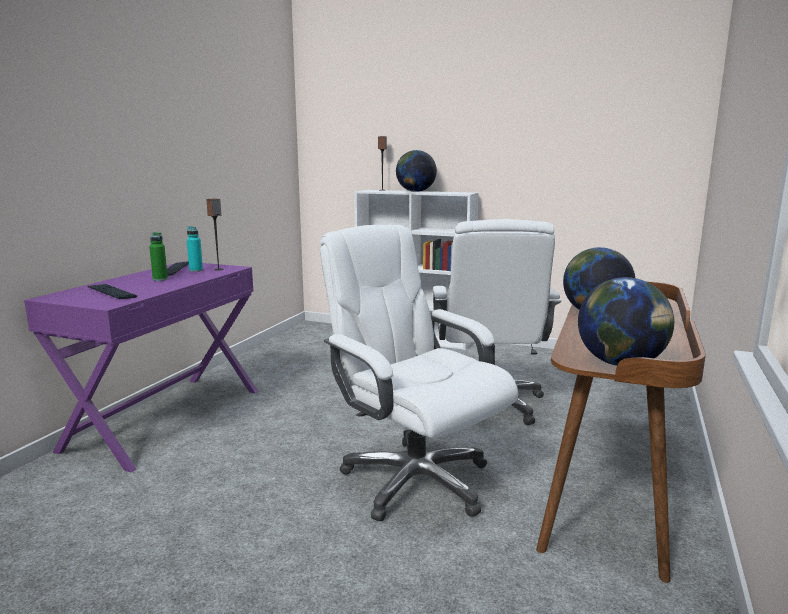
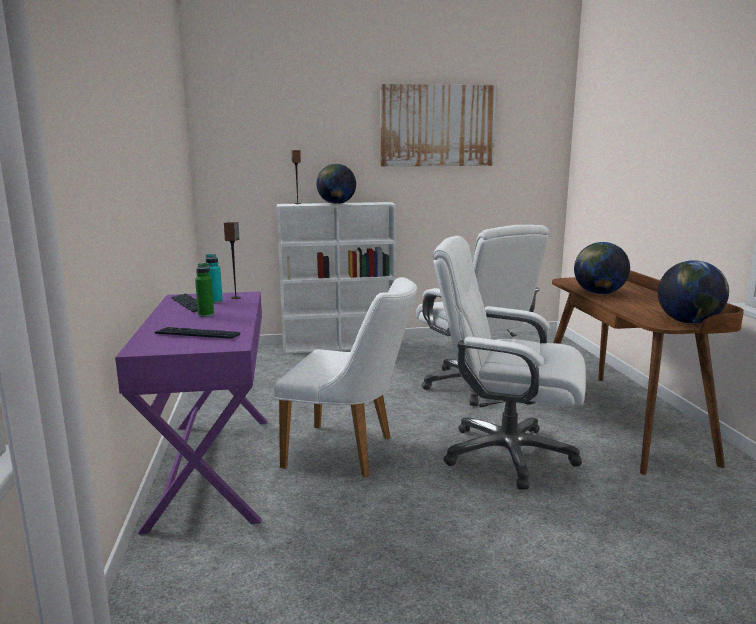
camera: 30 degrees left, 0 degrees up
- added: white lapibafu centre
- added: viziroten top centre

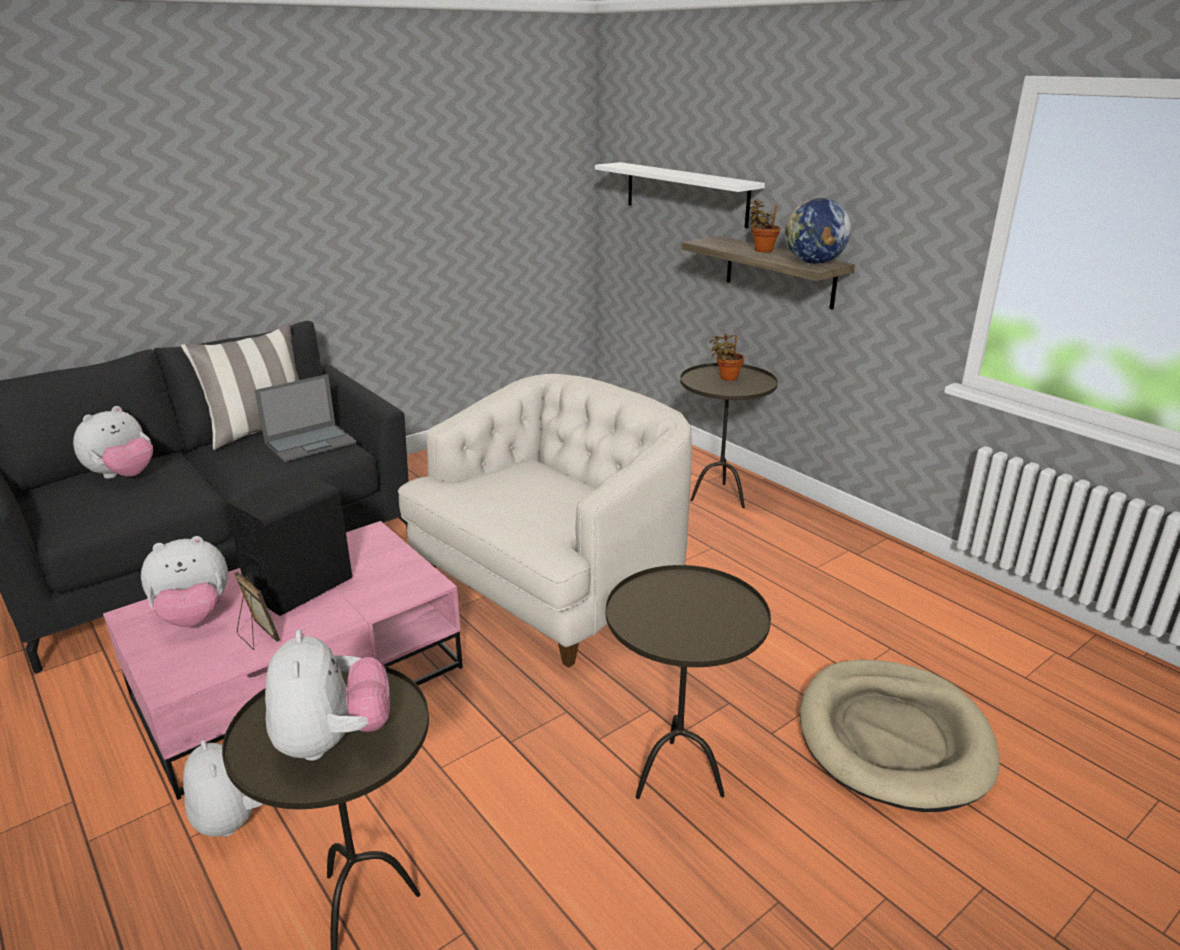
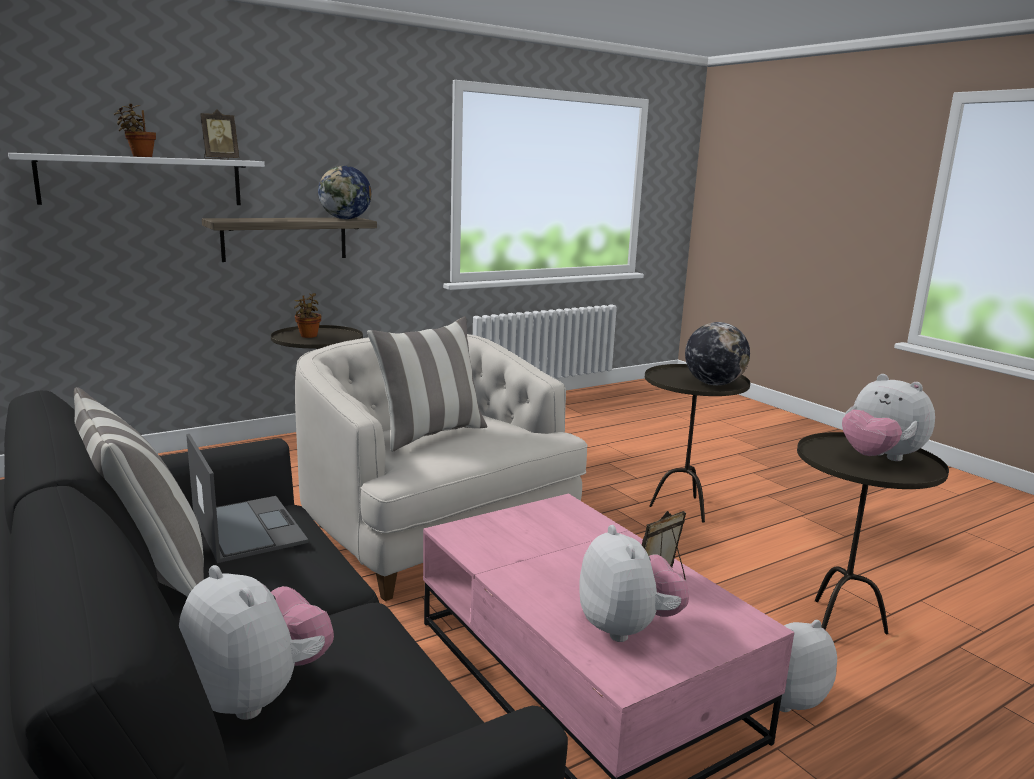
camera: 85 degrees left, 10 degrees down
- removed: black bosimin middle left
- removed: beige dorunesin bottom right
- added: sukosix (1st from left) top left
- added: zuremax (2nd from left) centre
- added: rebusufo (2nd from left) middle right
- moved: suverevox (2nd from left in the first image) top centre to suverevox (1st from left) top left
- turned: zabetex (4th from left) bottom left = middle right 120 degrees counterclockwise

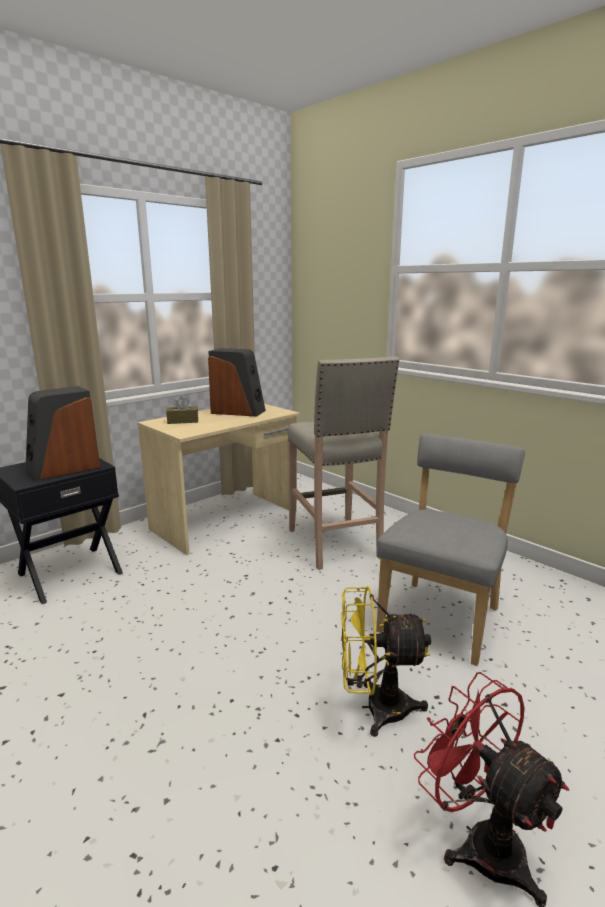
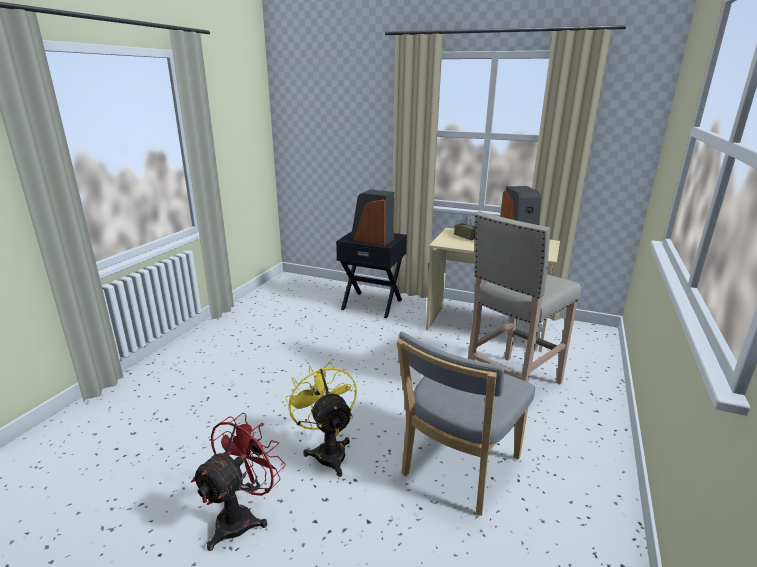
camera: 65 degrees right, 5 degrees up
- turned: grey lapibafu middle right = bottom centre 120 degrees clockwise

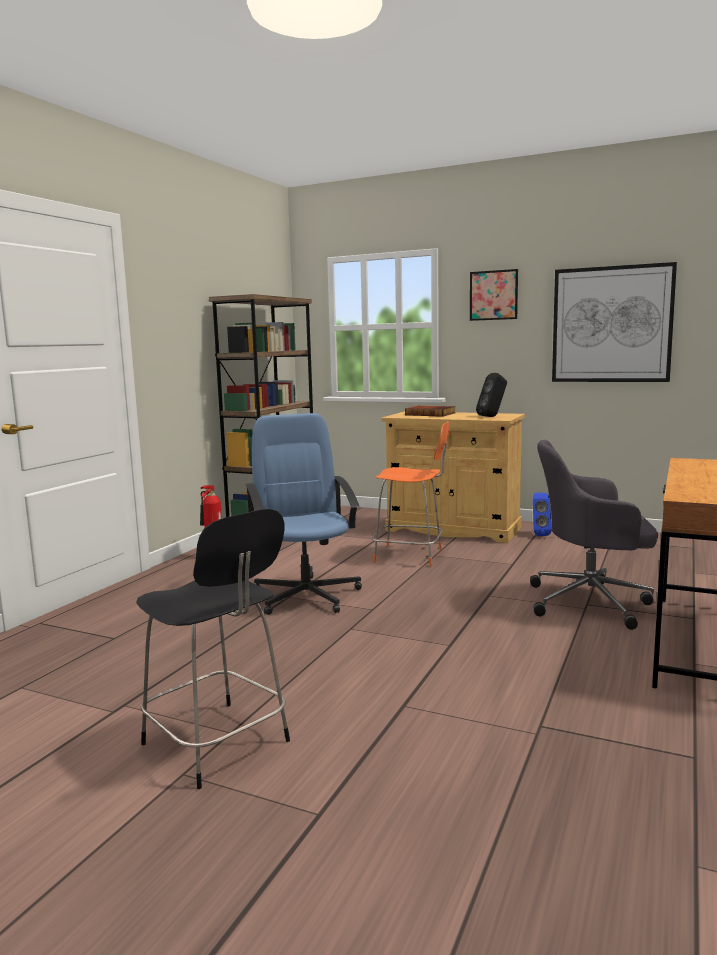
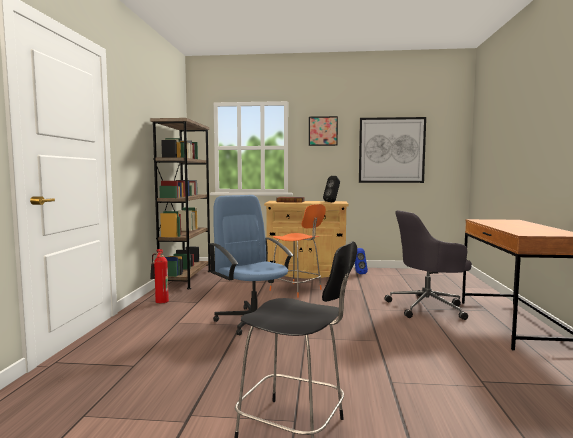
camera: 20 degrees left, 5 degrees down
- turned: orange lapibafu centre = centre 45 degrees clockwise

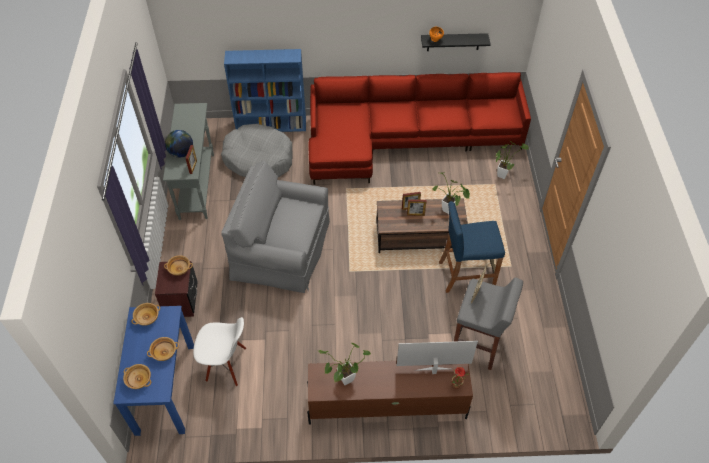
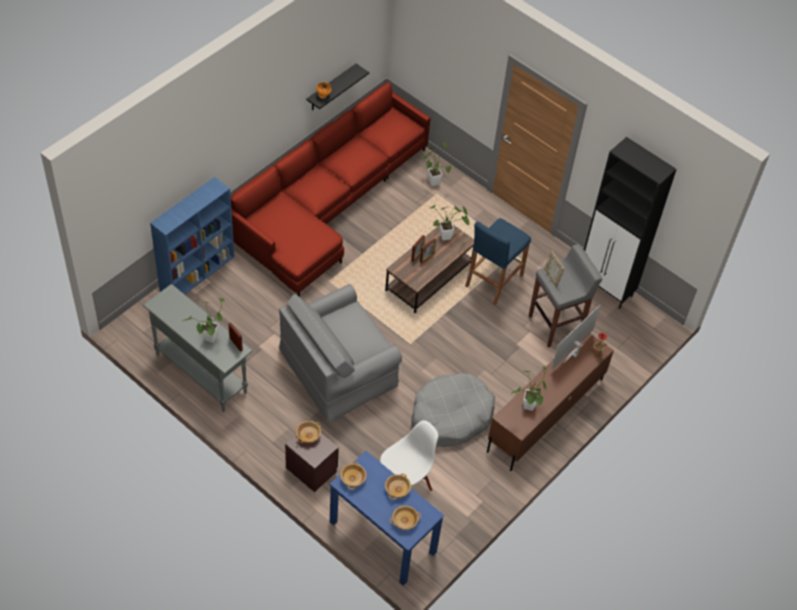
camera: 50 degrees left, 0 degrees up
- added: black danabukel middle right
- moved: grey dorunesin top centre to bottom centre
- replaced: rebusufo top left to suverevox (1st from left) middle left

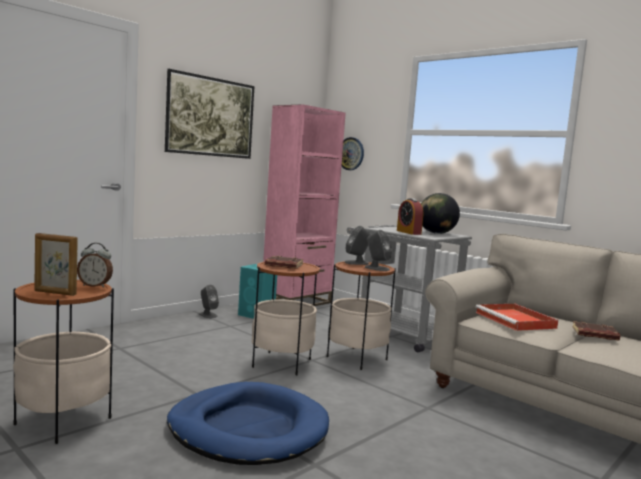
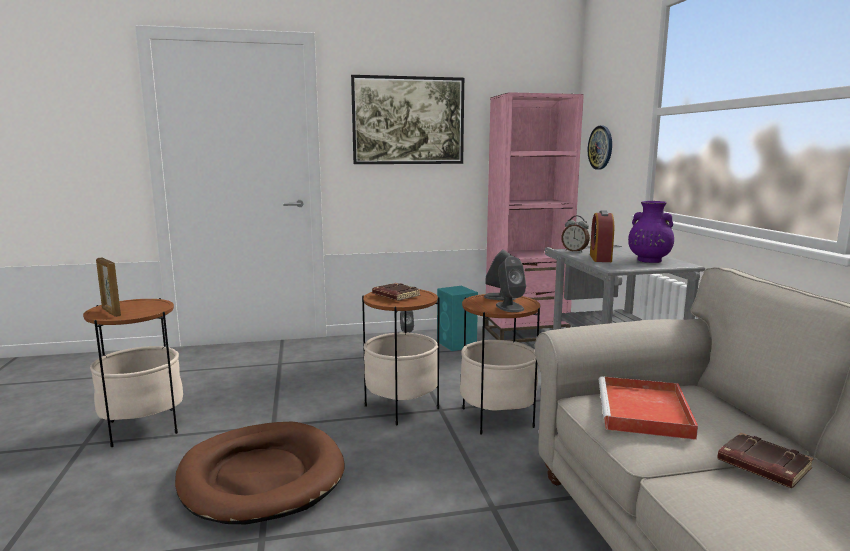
camera: 35 degrees right, 5 degrees up
- moved: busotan (1st from left) middle left to middle right
- replaced: rebusufo middle right to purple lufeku middle right
- recoloured: blue dorunesin bottom centre to brown dorunesin bottom left

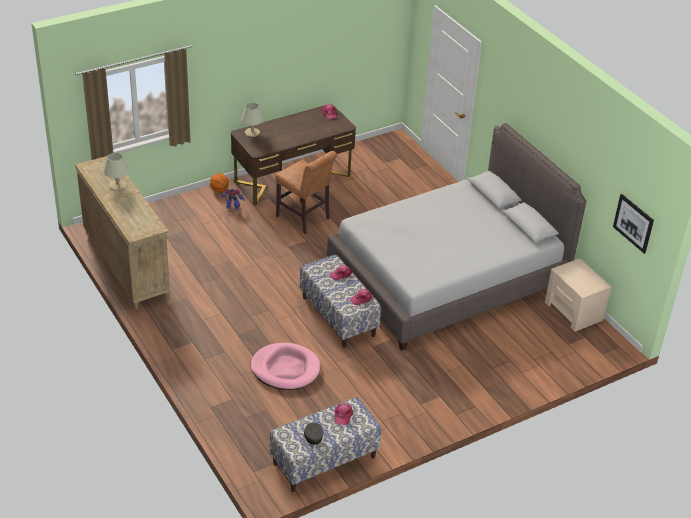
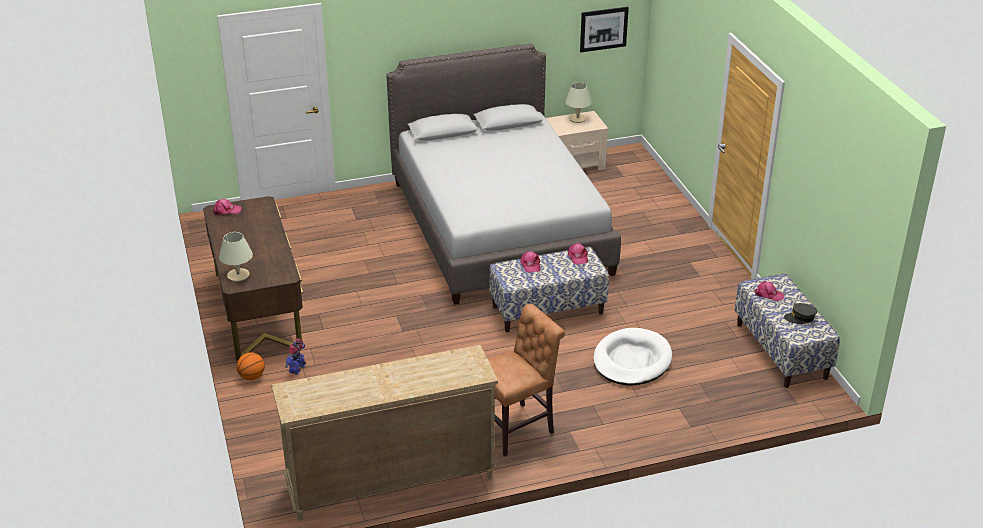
camera: 75 degrees left, 5 degrees down
- moved: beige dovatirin (1st from left in the first image) top left to beige dovatirin (2nd from left) top centre
- moved: brown lapibafu centre to bottom centre
- recoloured: pink dorunesin bottom centre to white dorunesin bottom centre

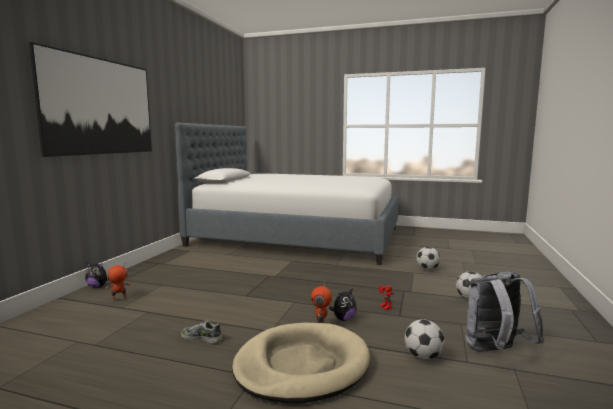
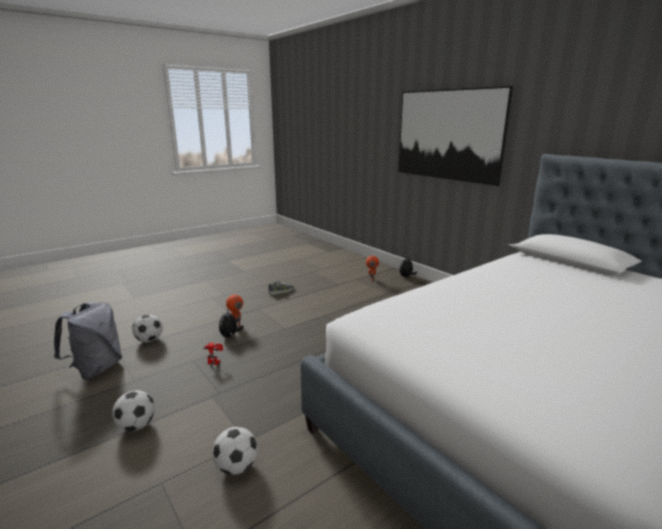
camera: 125 degrees right, 10 degrees up
- removed: beige dorunesin bottom centre

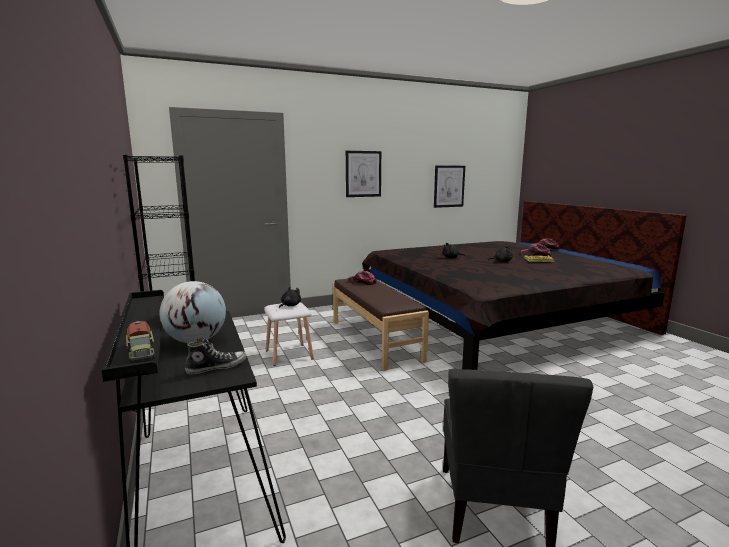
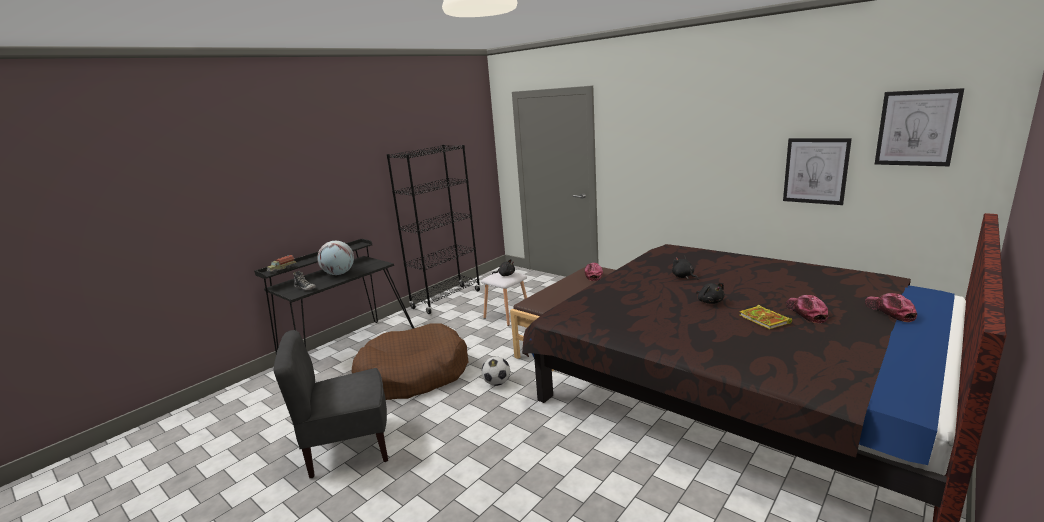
camera: 65 degrees right, 5 degrees up
- added: brown dorunesin bottom centre
- added: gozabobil bottom centre
- moved: viziroten (1st from left in the first image) top centre to viziroten (2nd from left) top right

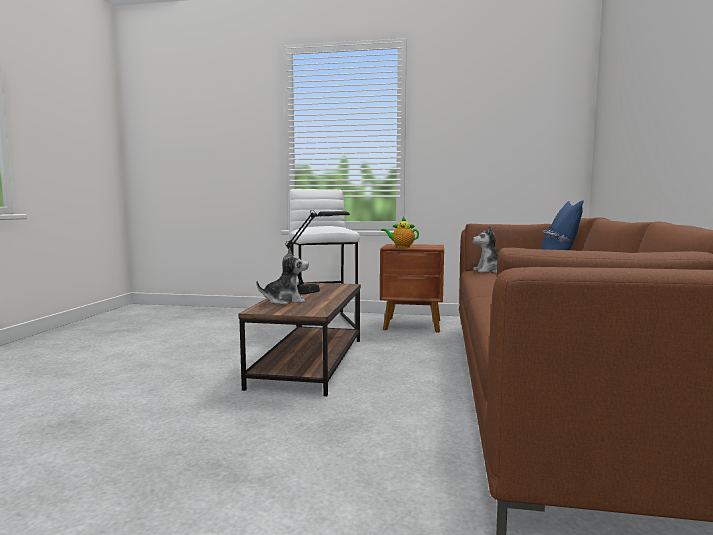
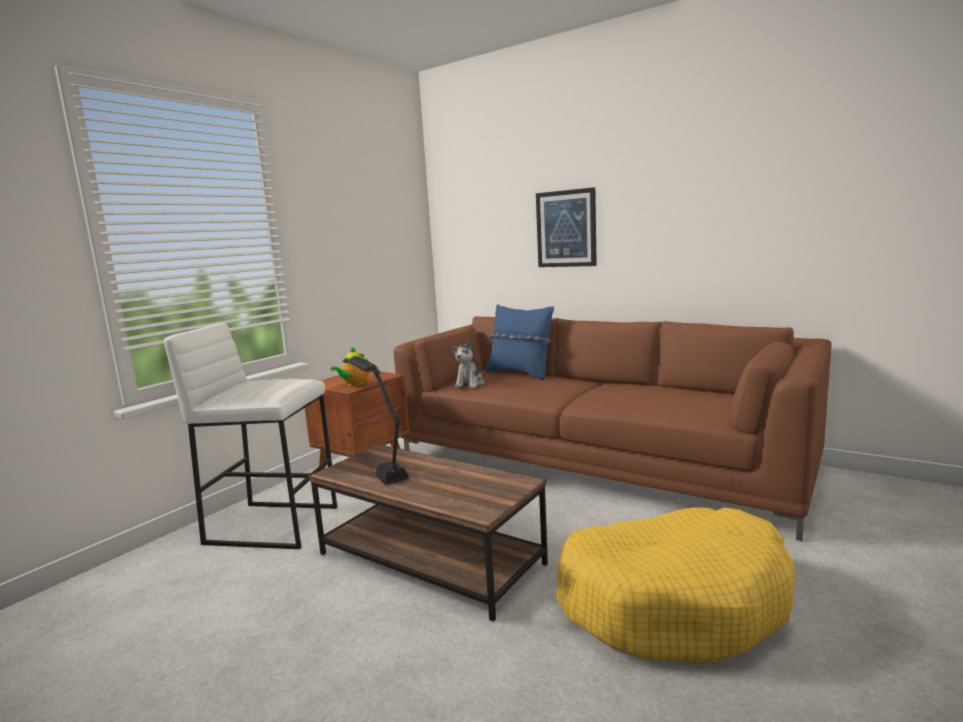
camera: 65 degrees left, 5 degrees up
- removed: zabetex (1st from left) centre
- added: viziroten top centre
- added: yellow dorunesin bottom right

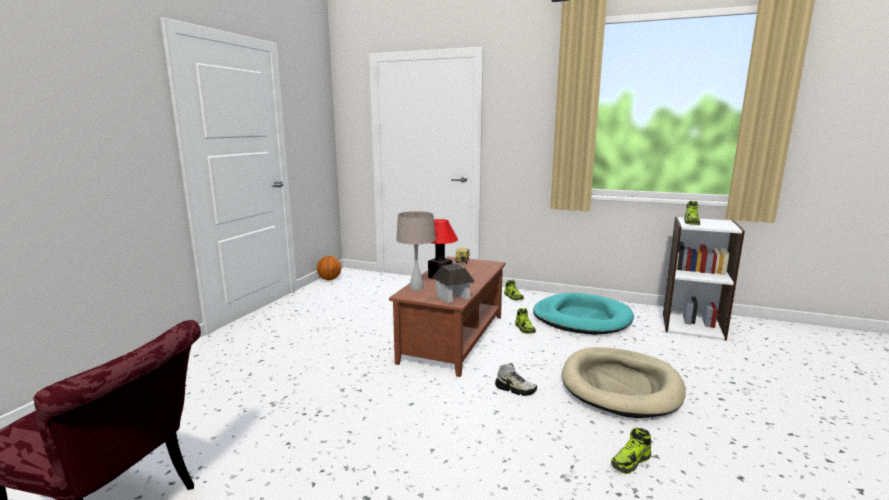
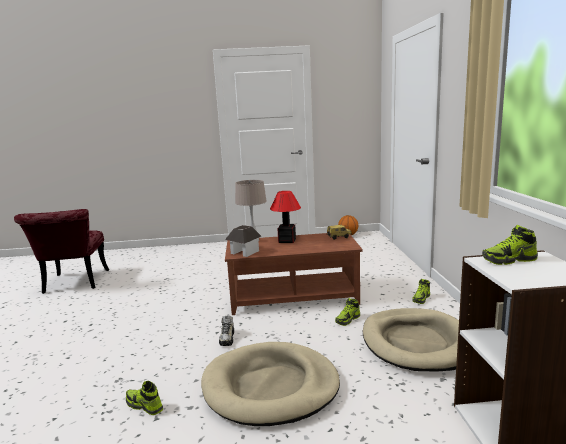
camera: 65 degrees right, 0 degrees up
- recoloured: turquoise dorunesin centre to beige dorunesin (2nd from left) bottom right

